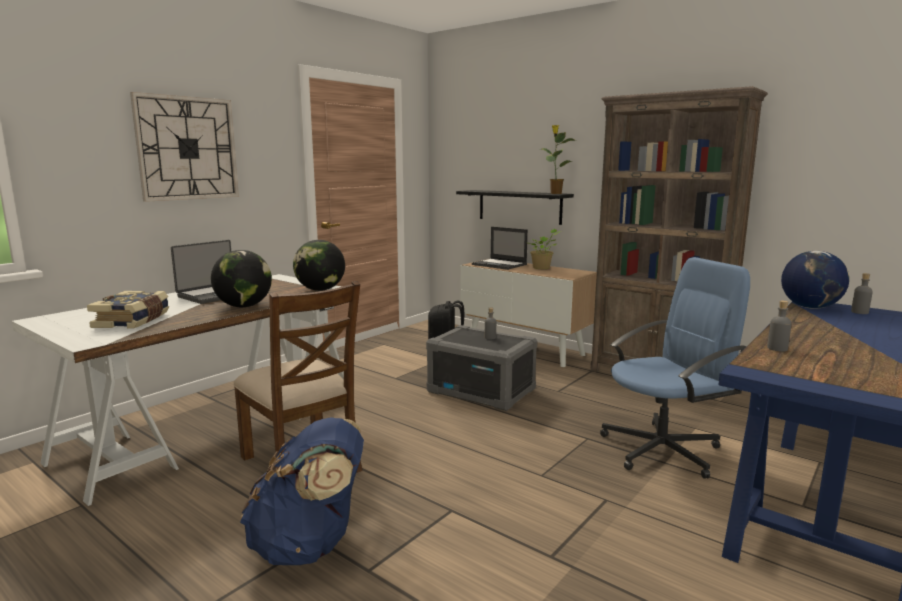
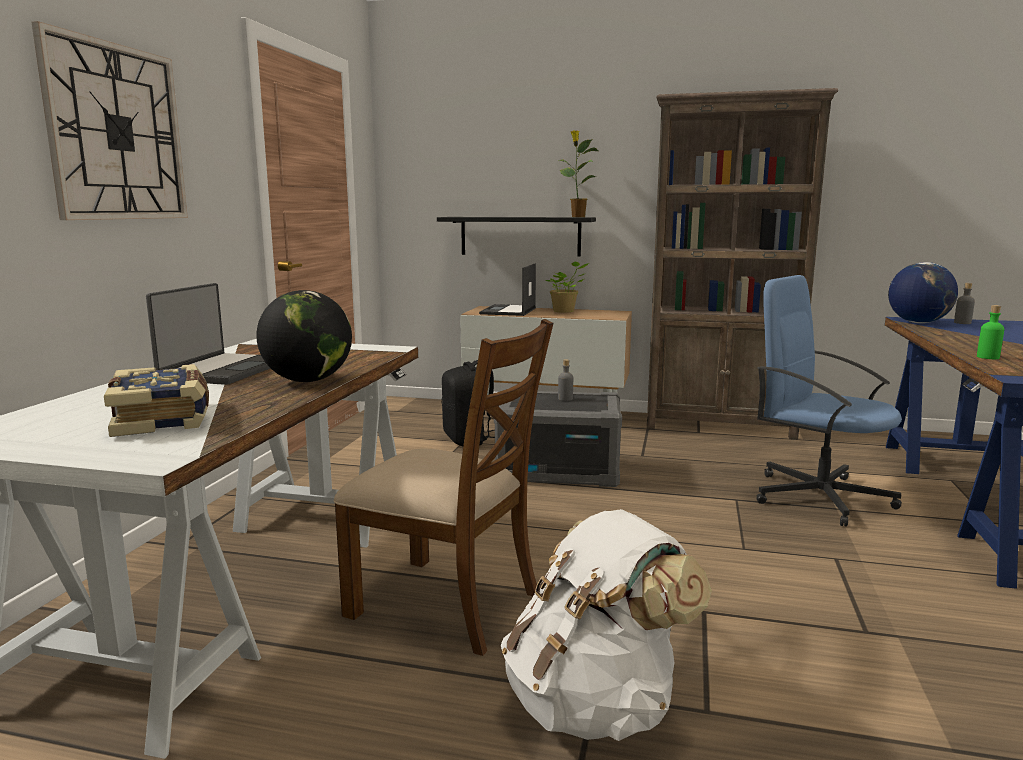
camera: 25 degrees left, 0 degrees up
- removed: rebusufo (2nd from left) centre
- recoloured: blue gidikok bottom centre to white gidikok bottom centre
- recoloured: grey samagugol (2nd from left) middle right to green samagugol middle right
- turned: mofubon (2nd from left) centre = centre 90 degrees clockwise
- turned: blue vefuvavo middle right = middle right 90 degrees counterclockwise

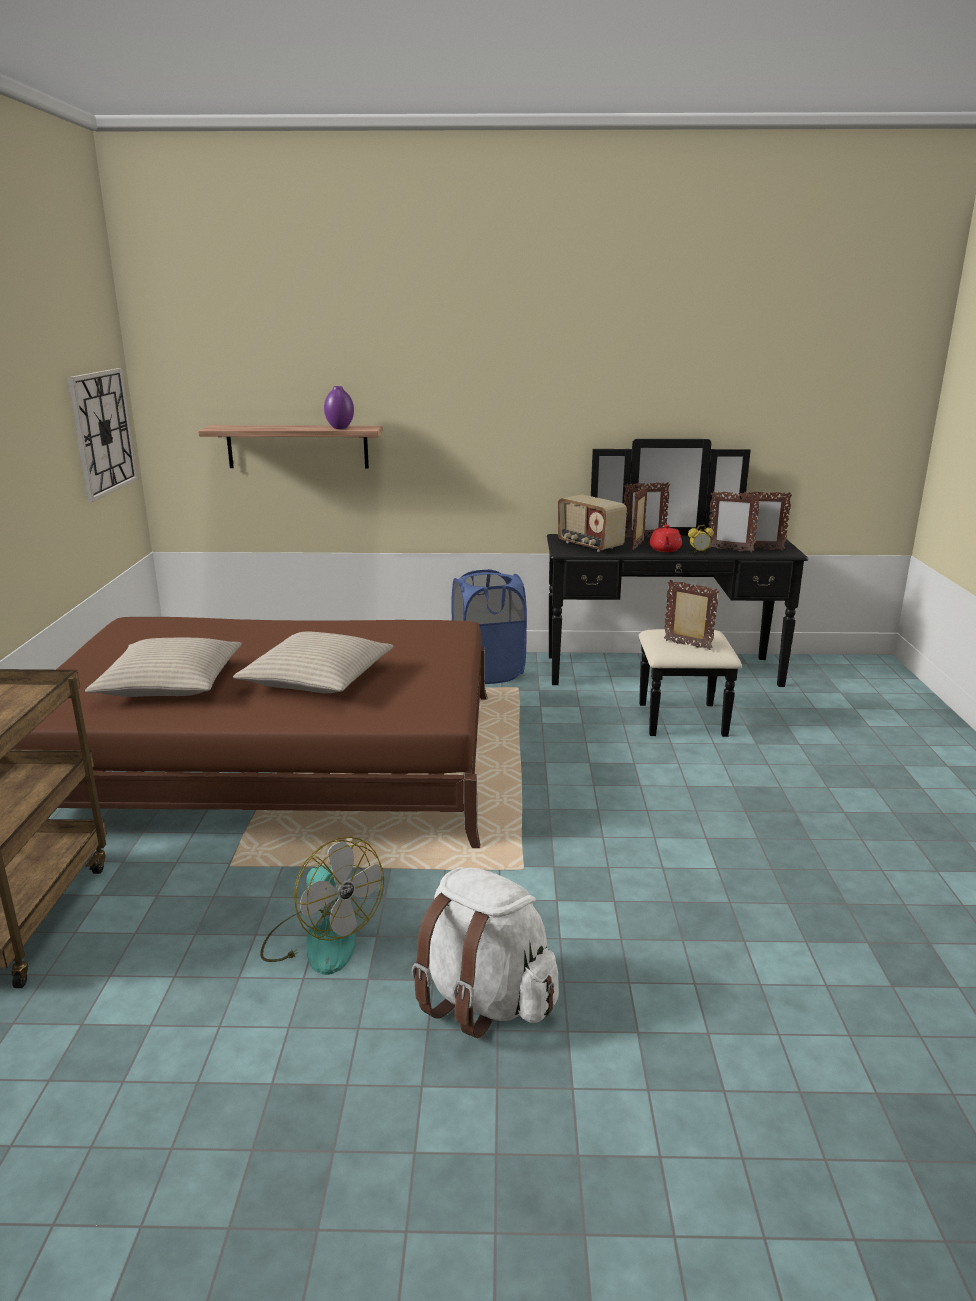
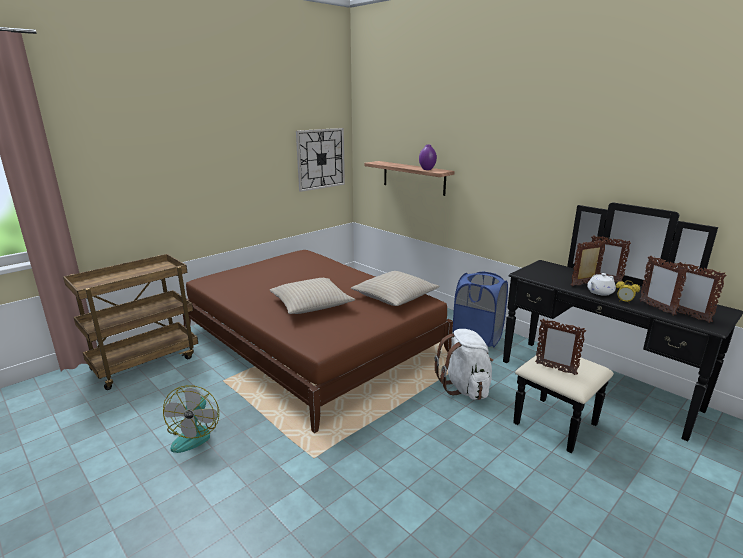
camera: 45 degrees right, 0 degrees up
- removed: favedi centre
- moved: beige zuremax (1st from left in the first image) middle left to beige zuremax (2nd from left) centre
- moved: white gidikok bottom centre to centre
- recoloured: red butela middle right to white butela middle right
- turned: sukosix (3rd from left in the first image) middle right = middle right 135 degrees clockwise

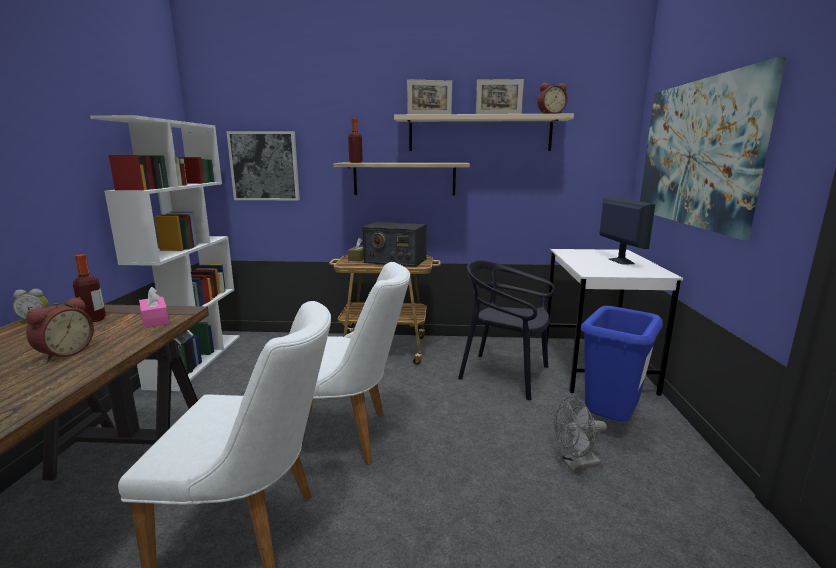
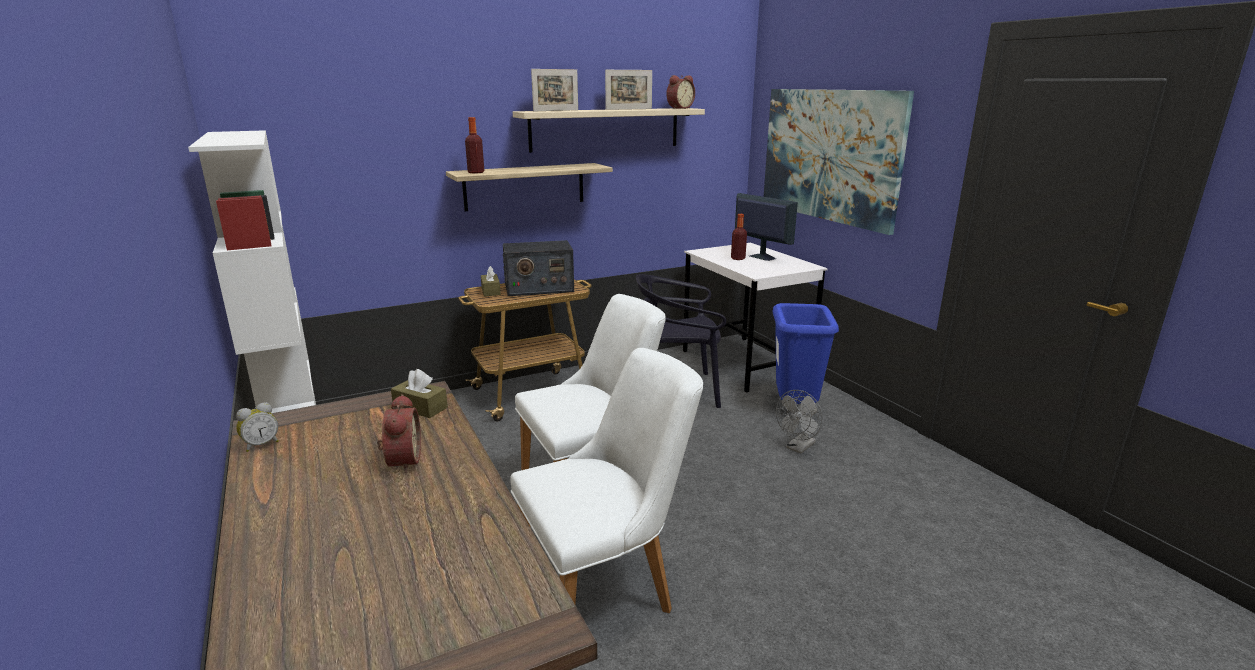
camera: 30 degrees left, 5 degrees up
- removed: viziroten (1st from left) top left
- moved: samagugol (1st from left in the first image) middle left to samagugol (2nd from left) centre
- recoloured: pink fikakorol middle left to brown fikakorol (1st from left) centre

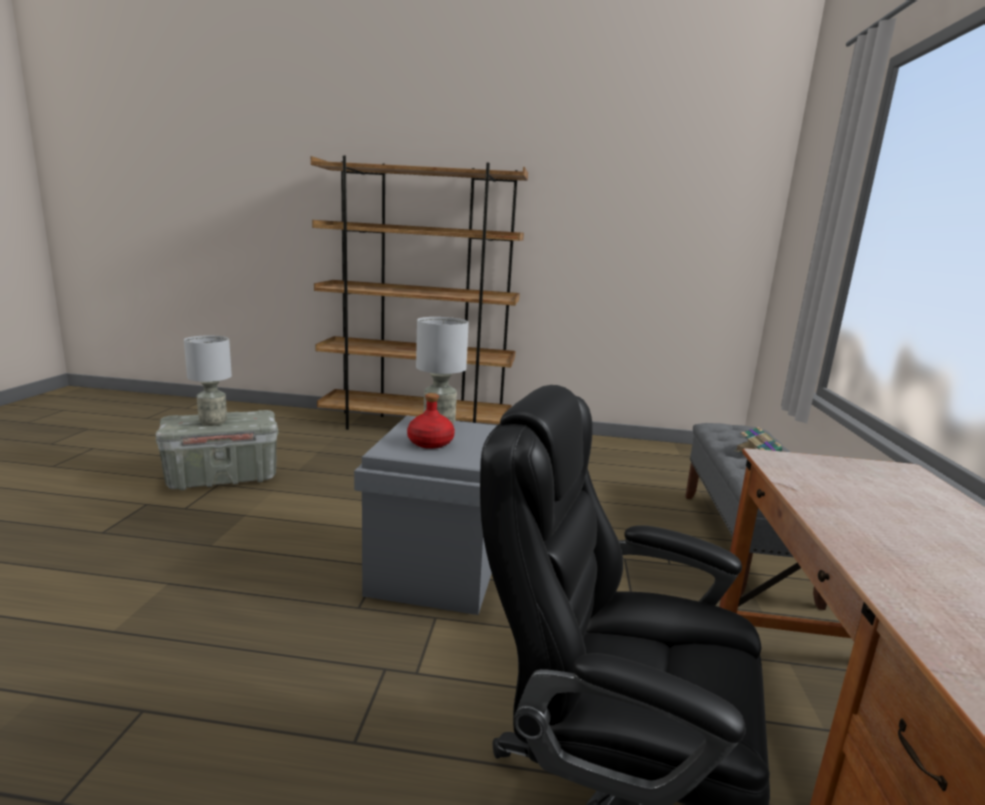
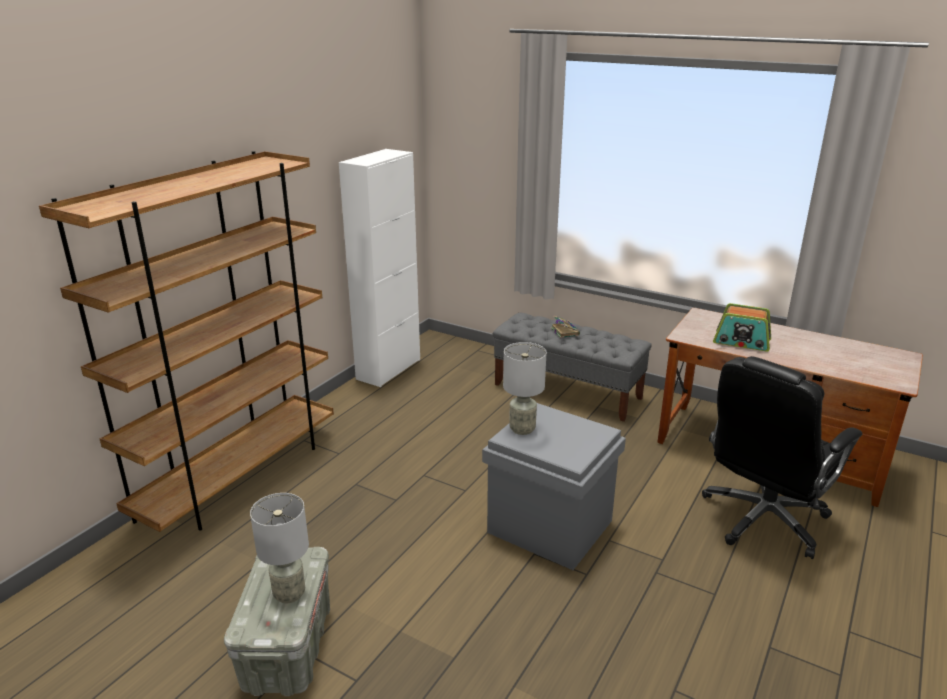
camera: 65 degrees left, 10 degrees up
- removed: red samagugol centre
- added: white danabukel centre
- added: favedi middle right

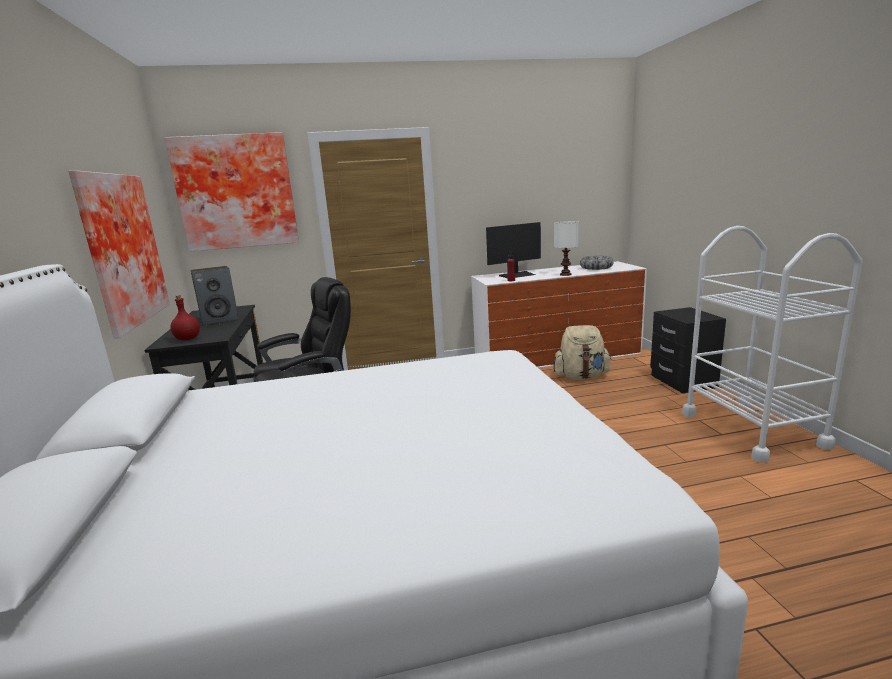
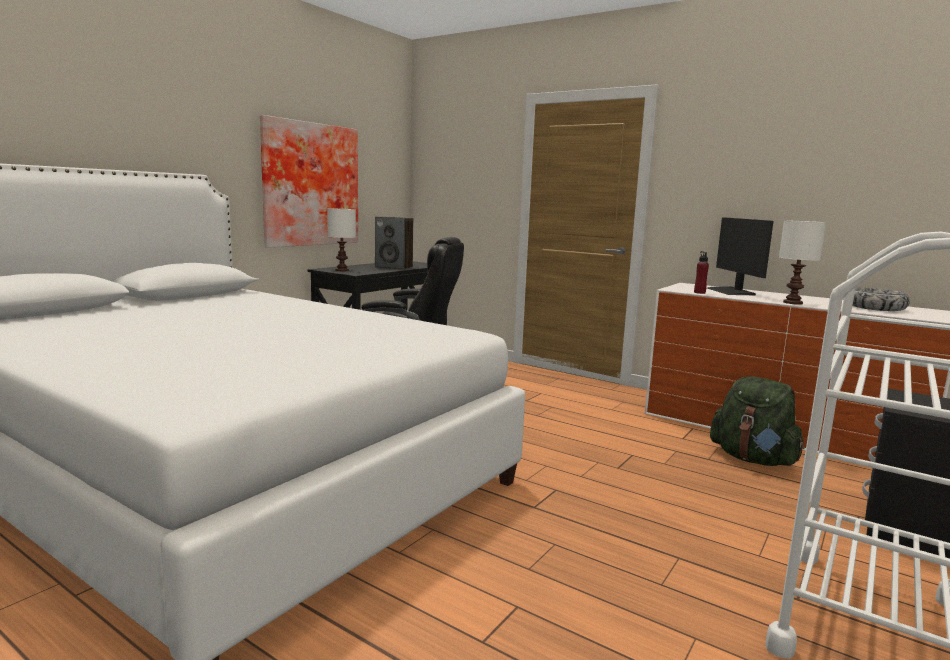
camera: 45 degrees right, 5 degrees down
- removed: viziroten (2nd from left) top left
- replaced: red samagugol (1st from left) middle left to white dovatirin (1st from left) centre
- recoloured: beige gidikok centre to green gidikok middle right
- turned: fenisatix centre = middle right 60 degrees clockwise

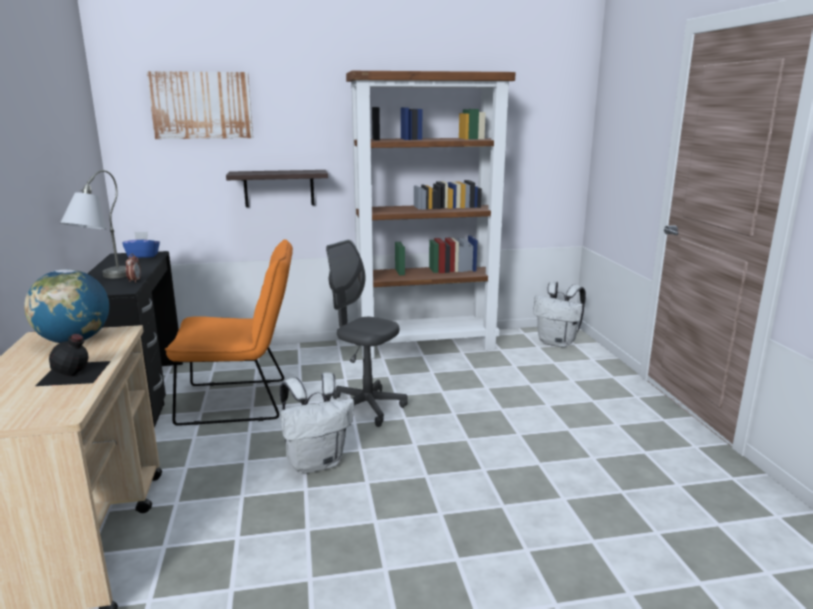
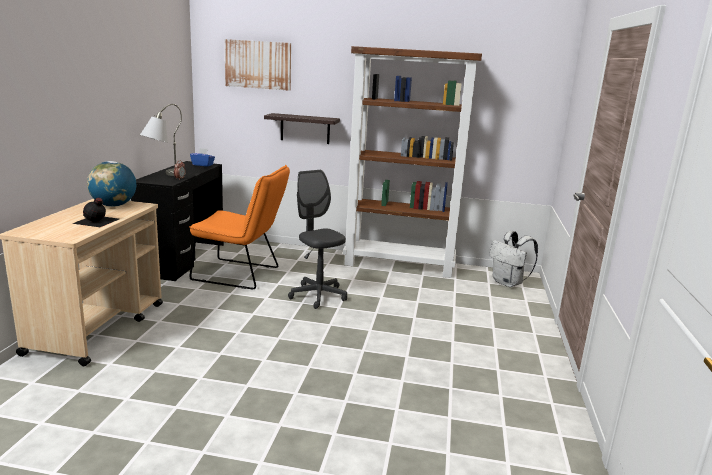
camera: 20 degrees right, 0 degrees up
- removed: white gidikok (1st from left) bottom centre

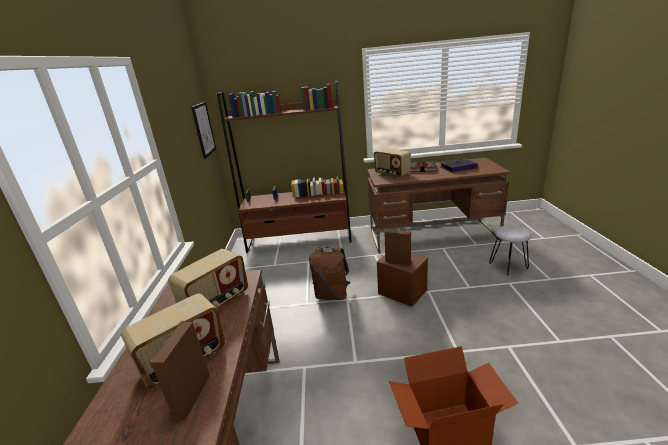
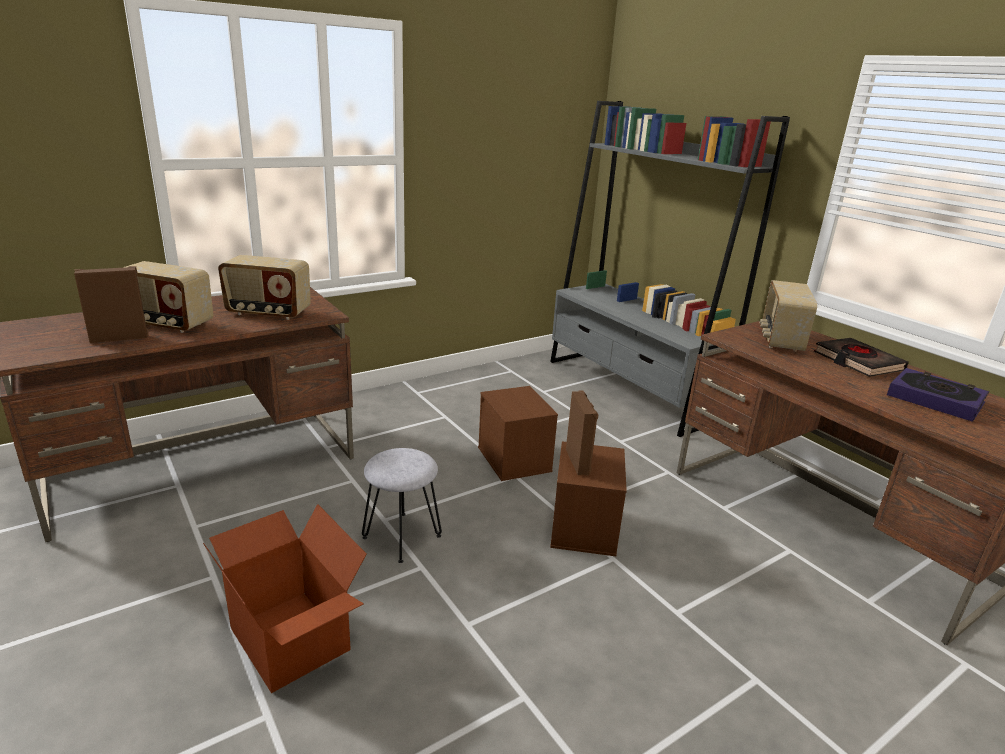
camera: 55 degrees right, 0 degrees up
- removed: viziroten top left
- moved: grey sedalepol middle right to bottom centre
- replaced: brown gidikok centre to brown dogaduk (1st from left) centre
- recoloured: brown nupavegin centre to grey nupavegin middle right

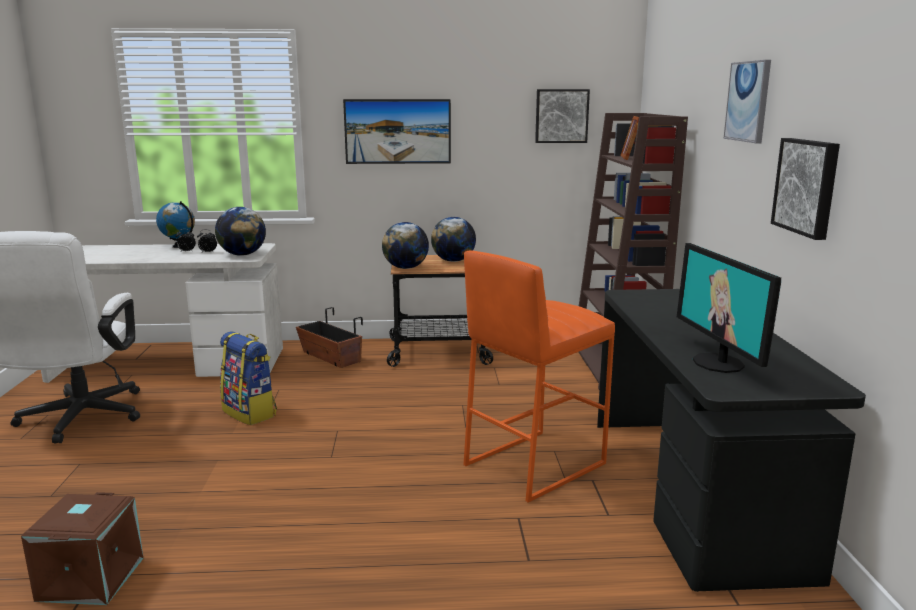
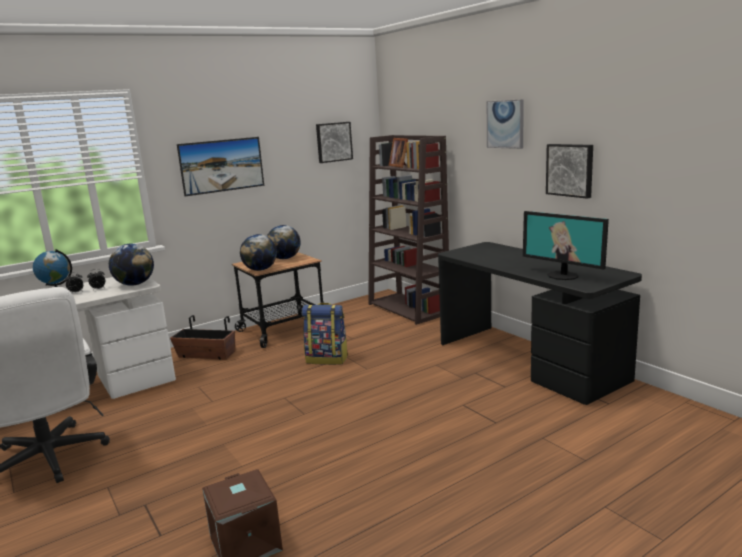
camera: 30 degrees left, 0 degrees up
- removed: orange sedalepol centre
- moved: gidikok middle left to centre

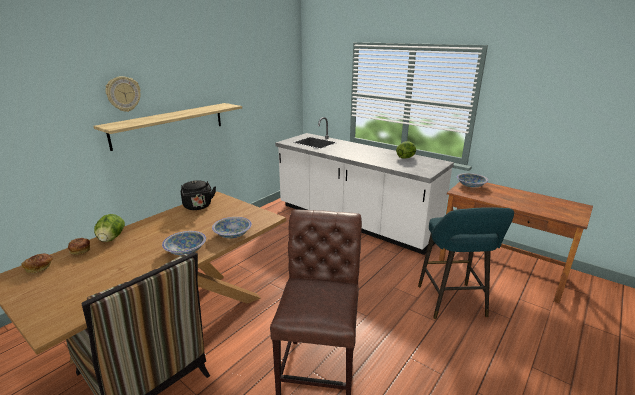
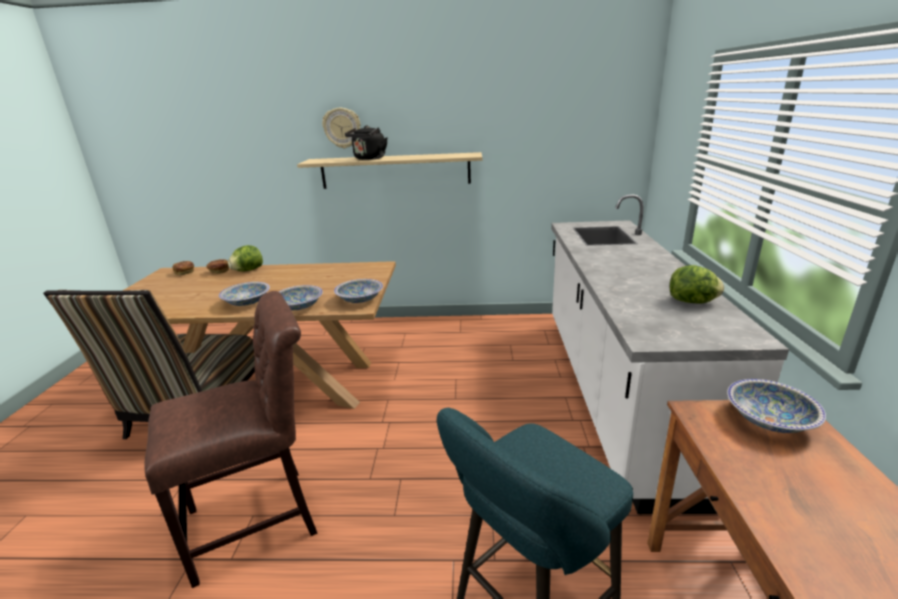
camera: 55 degrees right, 0 degrees up
- added: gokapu (3rd from left) centre
- moved: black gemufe middle left to top centre

